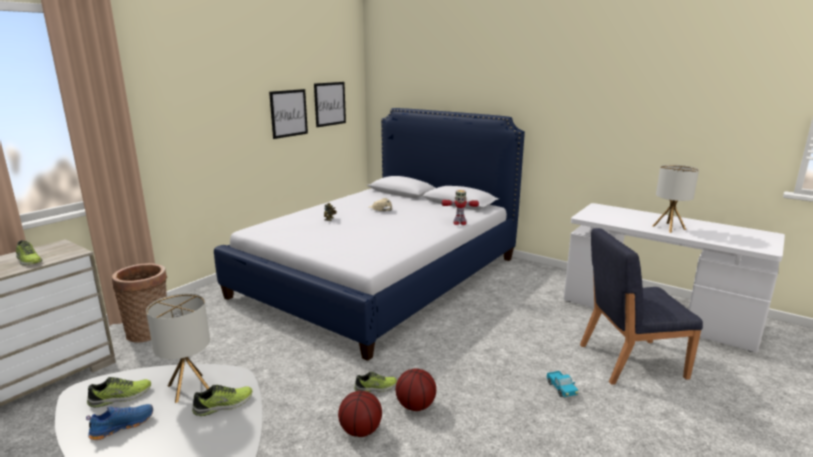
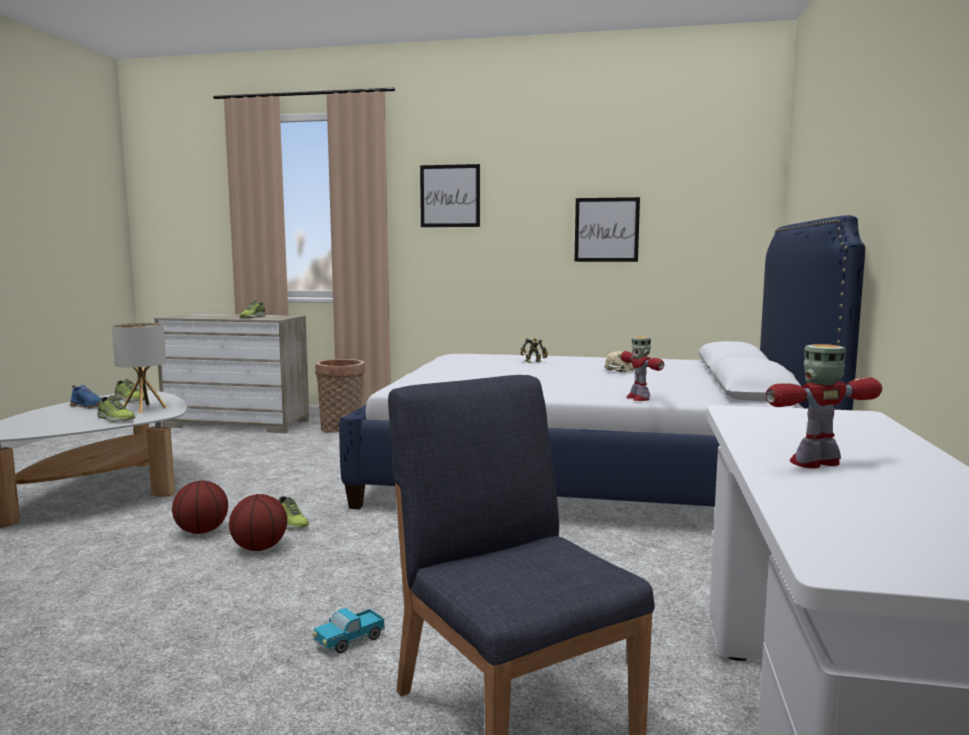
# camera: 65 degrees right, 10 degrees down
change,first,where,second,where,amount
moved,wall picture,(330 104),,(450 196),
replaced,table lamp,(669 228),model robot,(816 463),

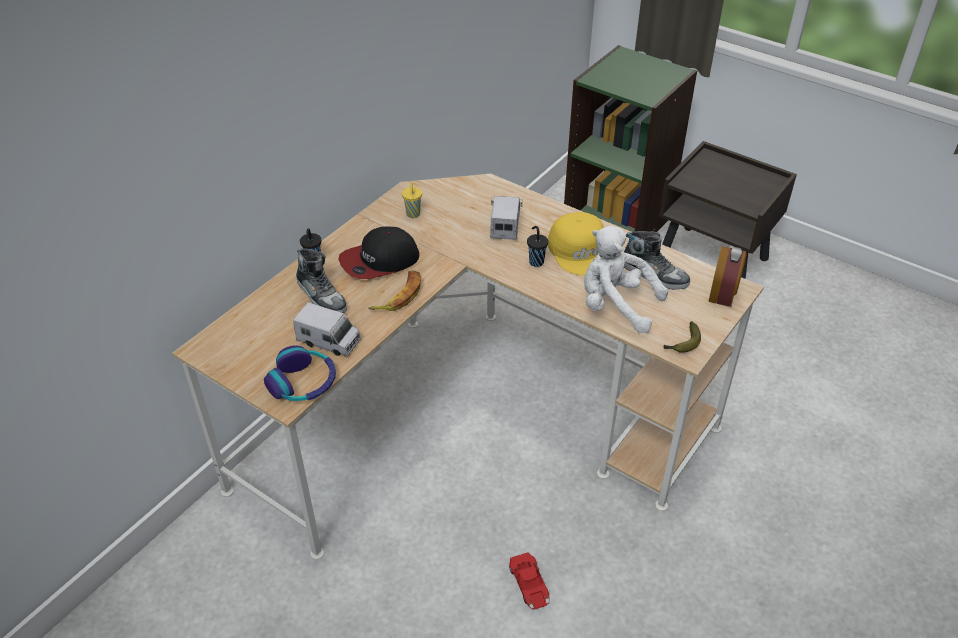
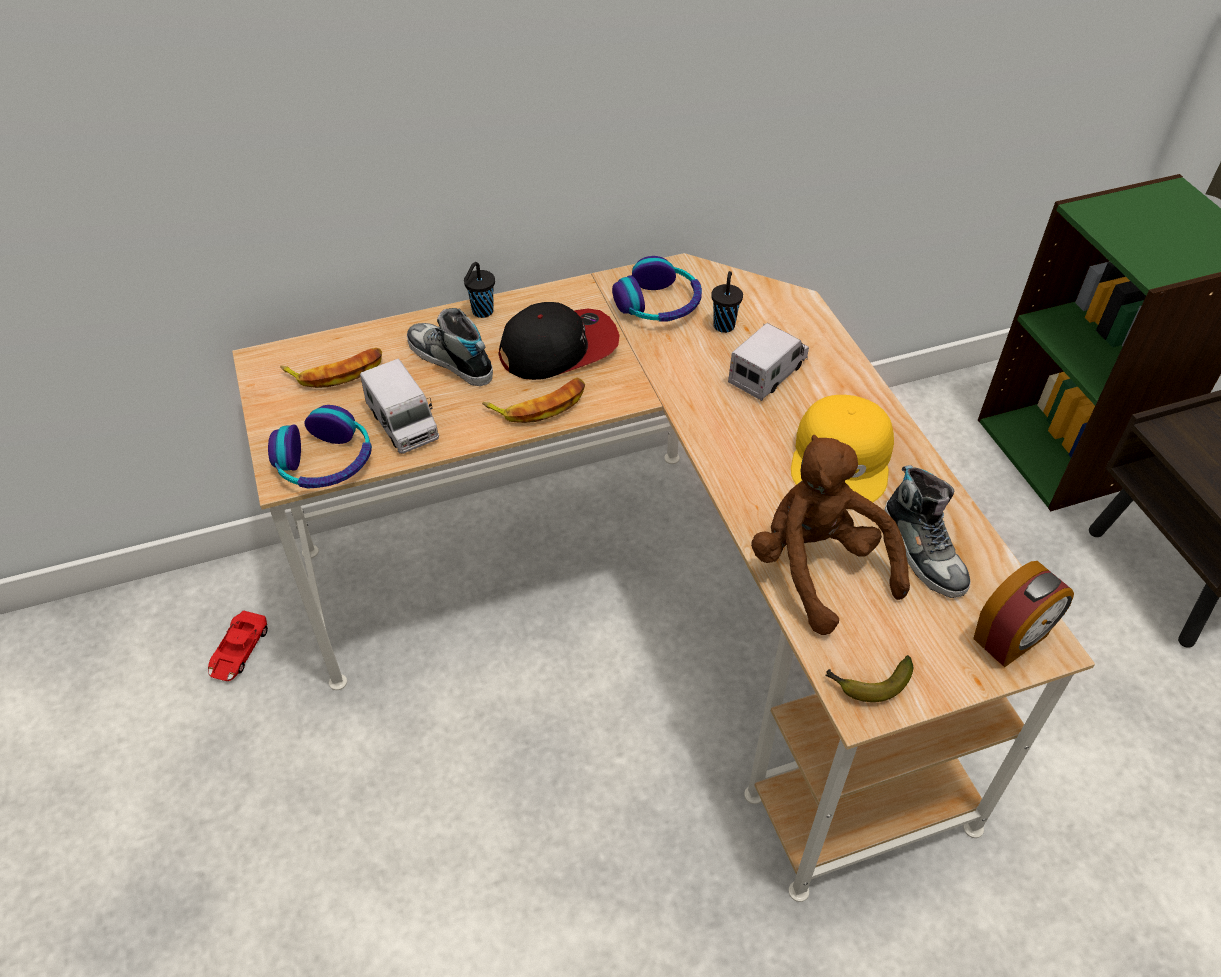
# camera: 35 degrees right, 5 degrees up
change,first,where,second,where,amount
turned,item of footwear,(321 295),,(450 360),135 degrees clockwise
turned,cap,(379 261),,(559 347),150 degrees clockwise
replaced,yellow-coloured cup,(413 214),headphones,(658 304),
moved,red toy car,(529 584),,(238 651),
moved,black-coloured cup,(536 261),,(724 325),
recoloured,whitish cuddly toy,(615 305),brownish cuddly toy,(818 568),
added,,,banana fruit,(337 372),

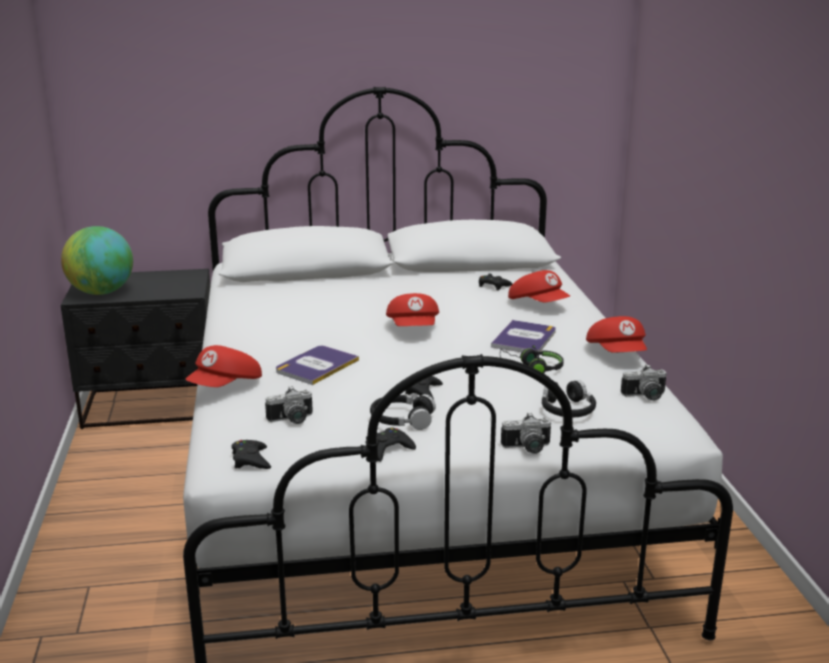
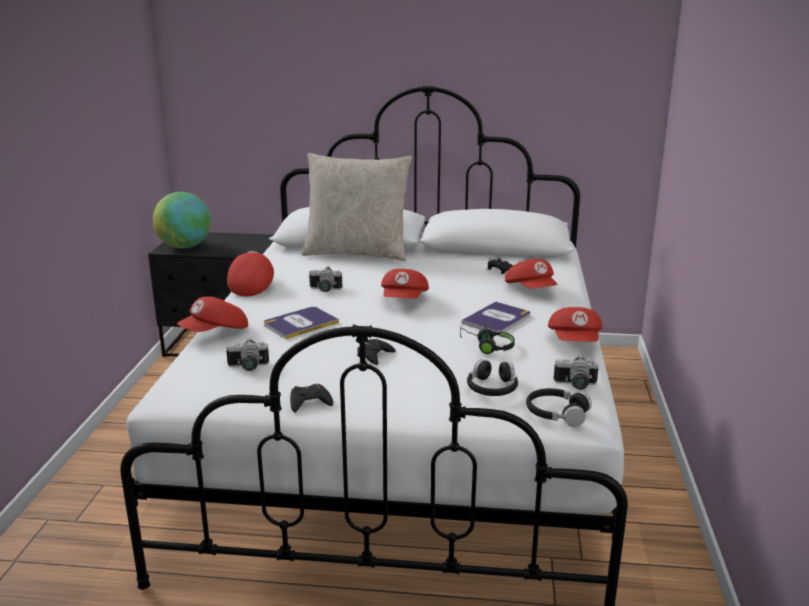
# camera: 15 degrees right, 0 degrees up
change,first,where,second,where,amount
removed,black-coloured gamepad,(251 460),,,
moved,black-coloured headphones,(402 420),,(556 414),
moved,still camera,(527 449),,(324 290),
added,,,red cap,(251 286),
added,,,sand-coloured throw pillow,(357 253),

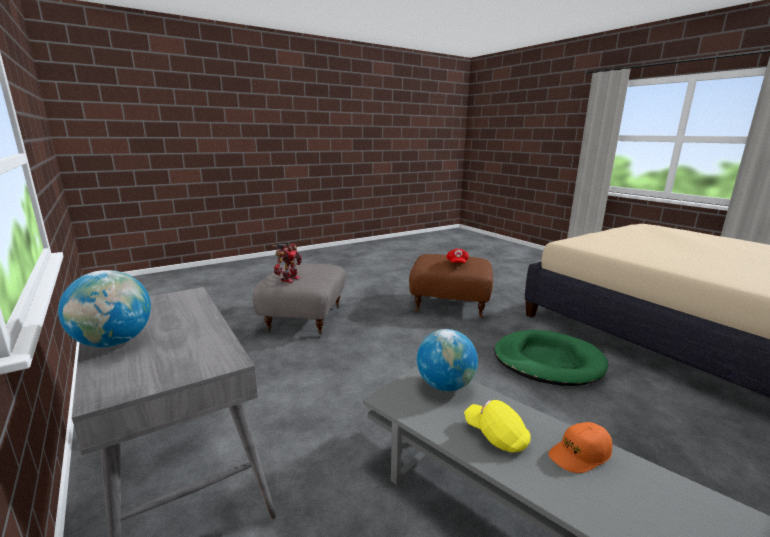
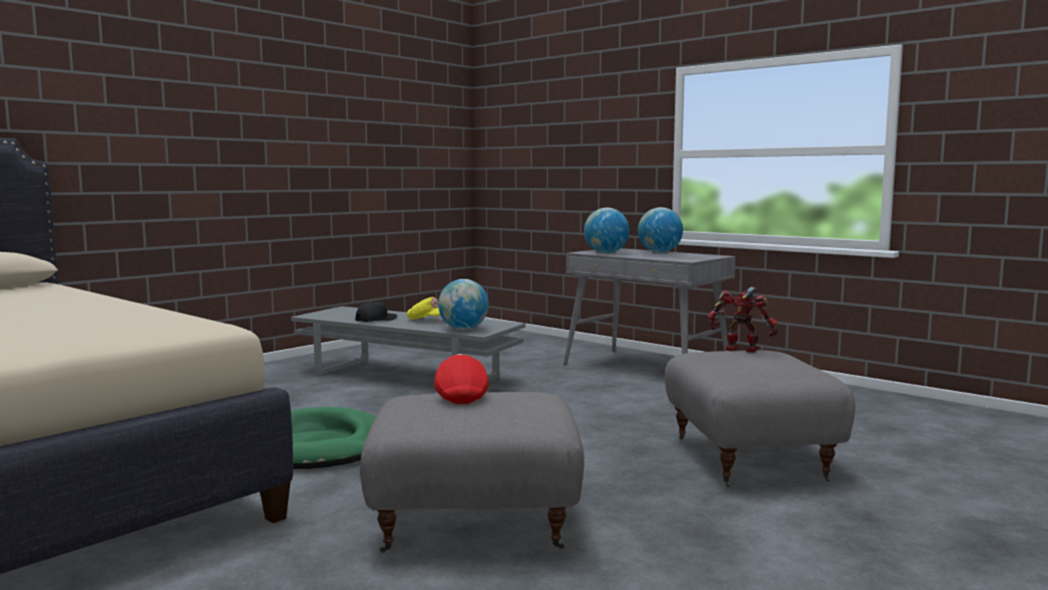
# camera: 165 degrees right, 10 degrees down
change,first,where,second,where,amount
turned,model robot,(289 279),,(741 350),105 degrees clockwise
recoloured,brownish ottoman,(450 304),grey ottoman,(473 525),
recoloured,orangey cap,(579 454),black-coloured cap,(376 319),
added,,,desk globe,(606 253),

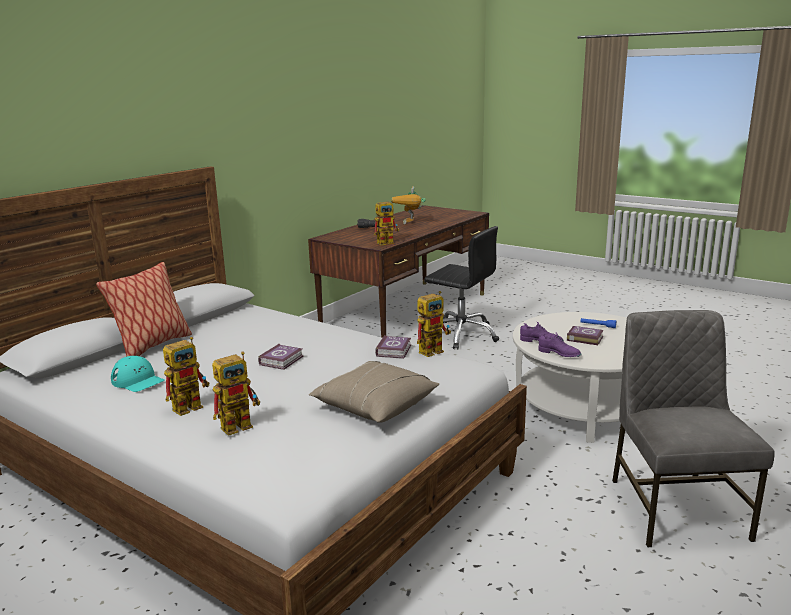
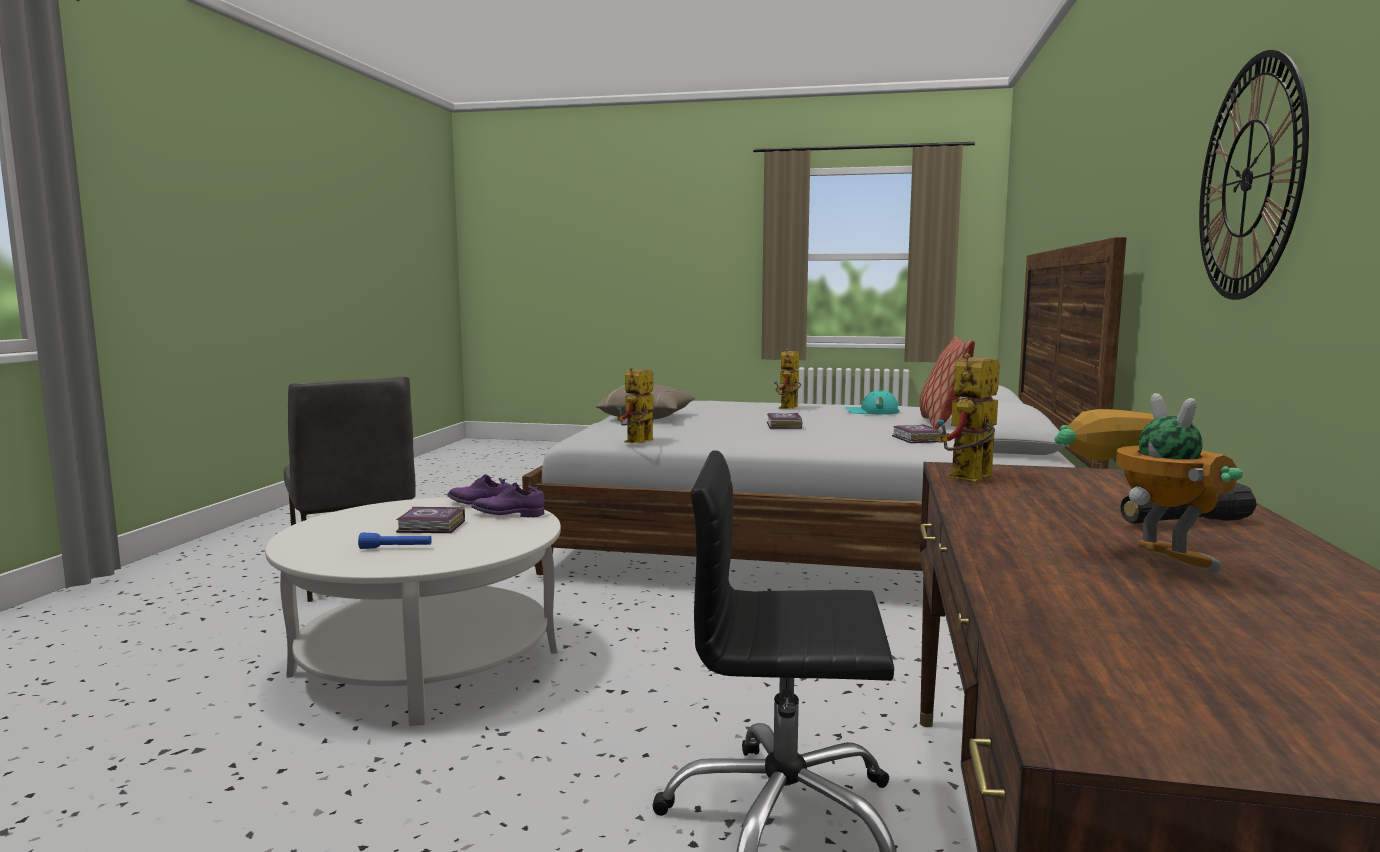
# camera: 155 degrees right, 10 degrees down
change,first,where,second,where,amount
removed,model robot,(241 424),,,
moved,volume,(394 350),,(916 439),
added,,,clock on the wall,(1248 179),

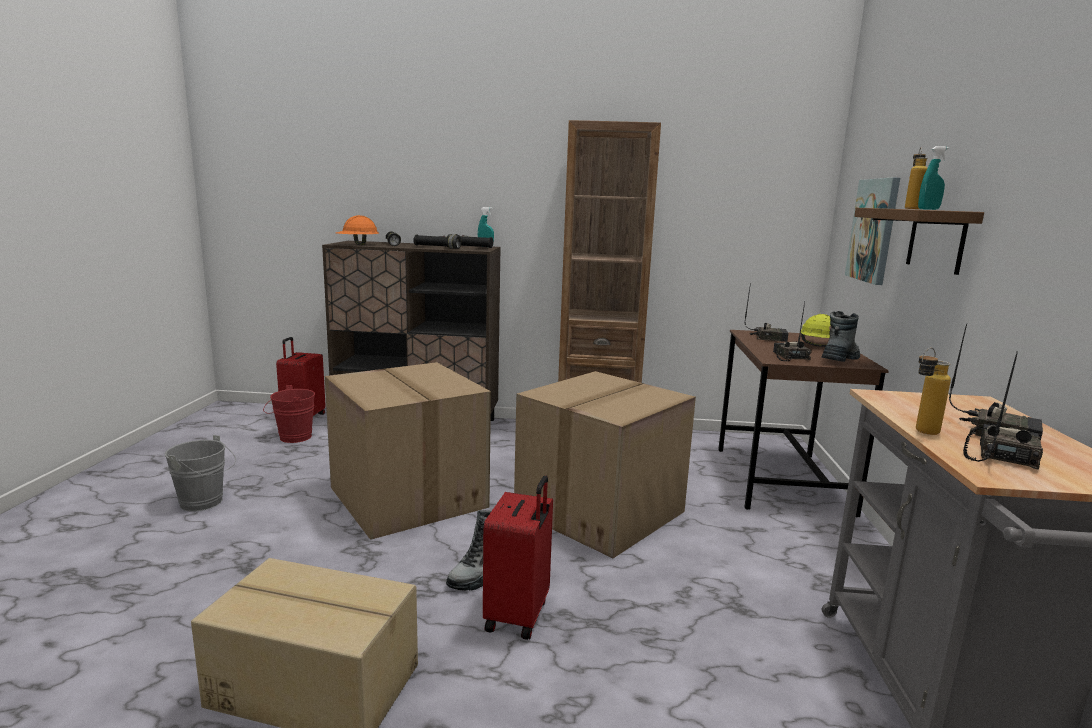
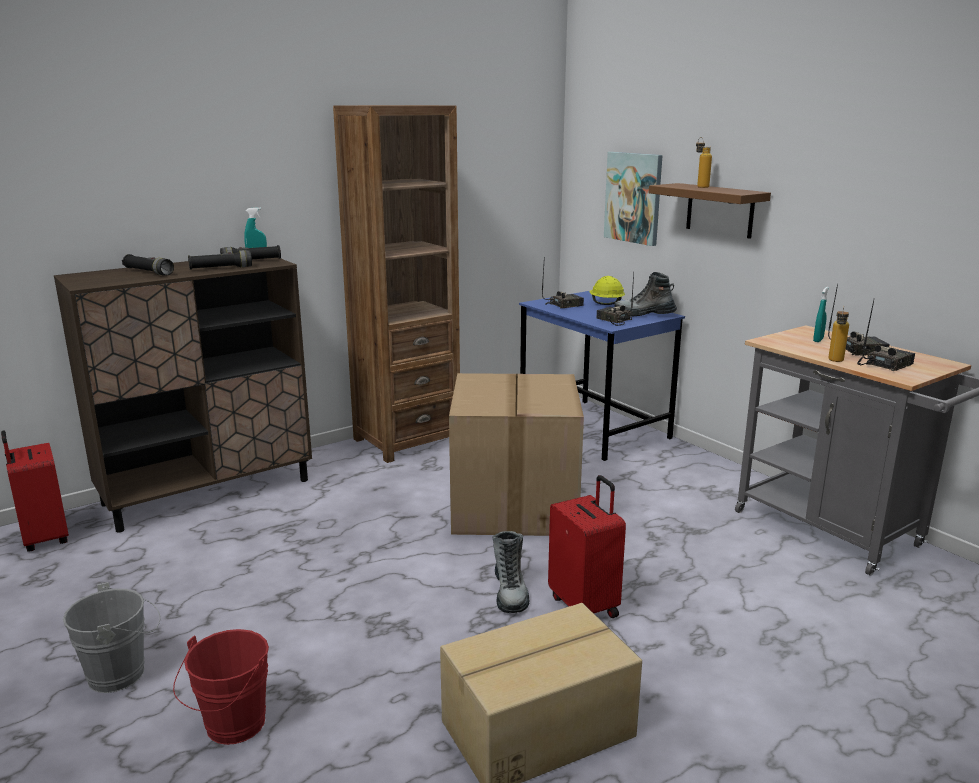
# camera: 40 degrees left, 5 degrees up
change,first,where,second,where,amount
moved,red water bucket,(291 437),,(231 728),
removed,carton,(405 497),,,
removed,orangey safety helmet,(357 244),,,
recoloured,brownish desk table,(782 481),bluish desk table,(594 429),
turned,boot,(839 359),,(644 314),75 degrees counterclockwise
moved,blue-green spray bottle,(928 209),,(818 340),
turned,radio receiver,(1000 455),,(884 364),60 degrees clockwise

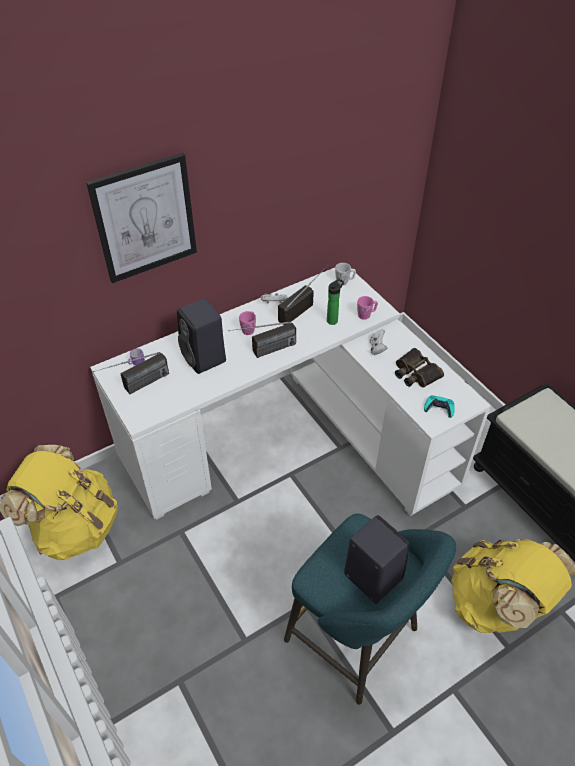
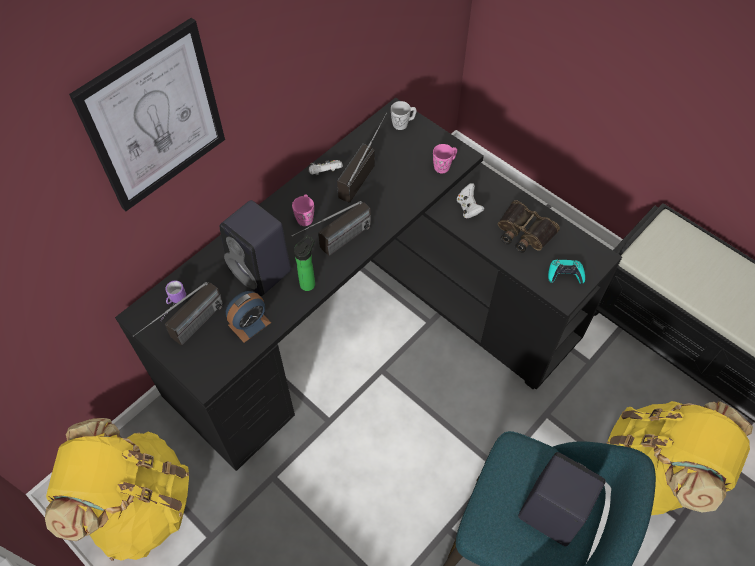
# camera: 15 degrees left, 10 degrees up
change,first,where,second,where,amount
recoloured,whitish desk table,(293 438),black-coloured desk table,(370 323),
moved,drink bottle,(333 320),,(309 282),
added,,,bedside clock,(249 324),

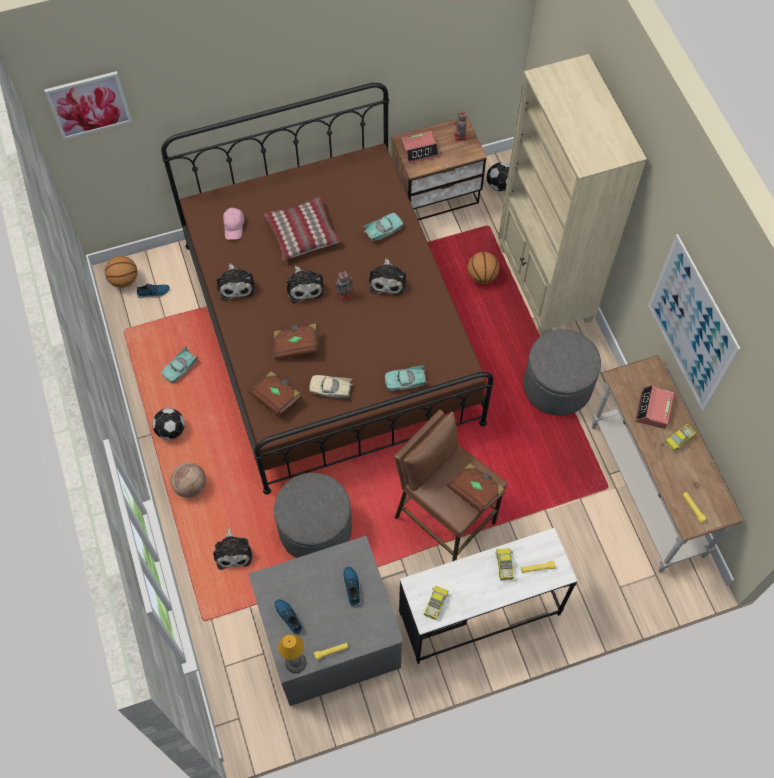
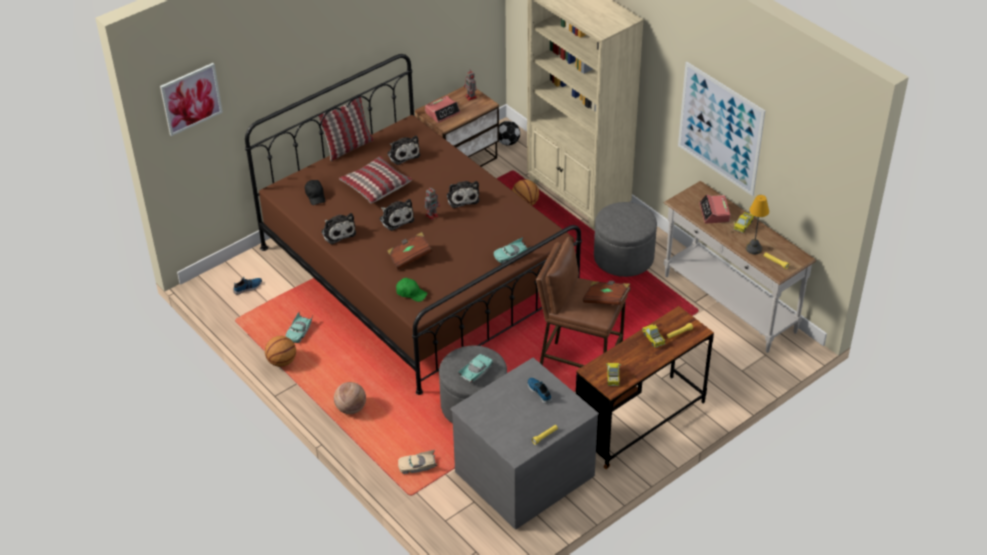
# camera: 20 degrees left, 20 degrees down
change,first,where,second,where,amount
moved,ball for basketball,(124 280),,(282 361),
removed,football ball,(171 430),,,
moved,cuddly toy,(233 551),,(403 154),
recoloured,pink-coloured cap,(234 226),black-coloured cap,(315 196),
replaced,brownish volume,(276 397),green-coloured cap,(411 293),
removed,item of footwear,(289 617),,,
moved,table lamp,(295 662),,(753 248),
moved,sand-coloured toy car,(331 389),,(417 466),
moved,blue-green toy car,(383 230),,(476 372),
recoloured,whitish desk table,(479 614),brownish desk table,(640 421),
added,,,throw pillow,(348 147),

